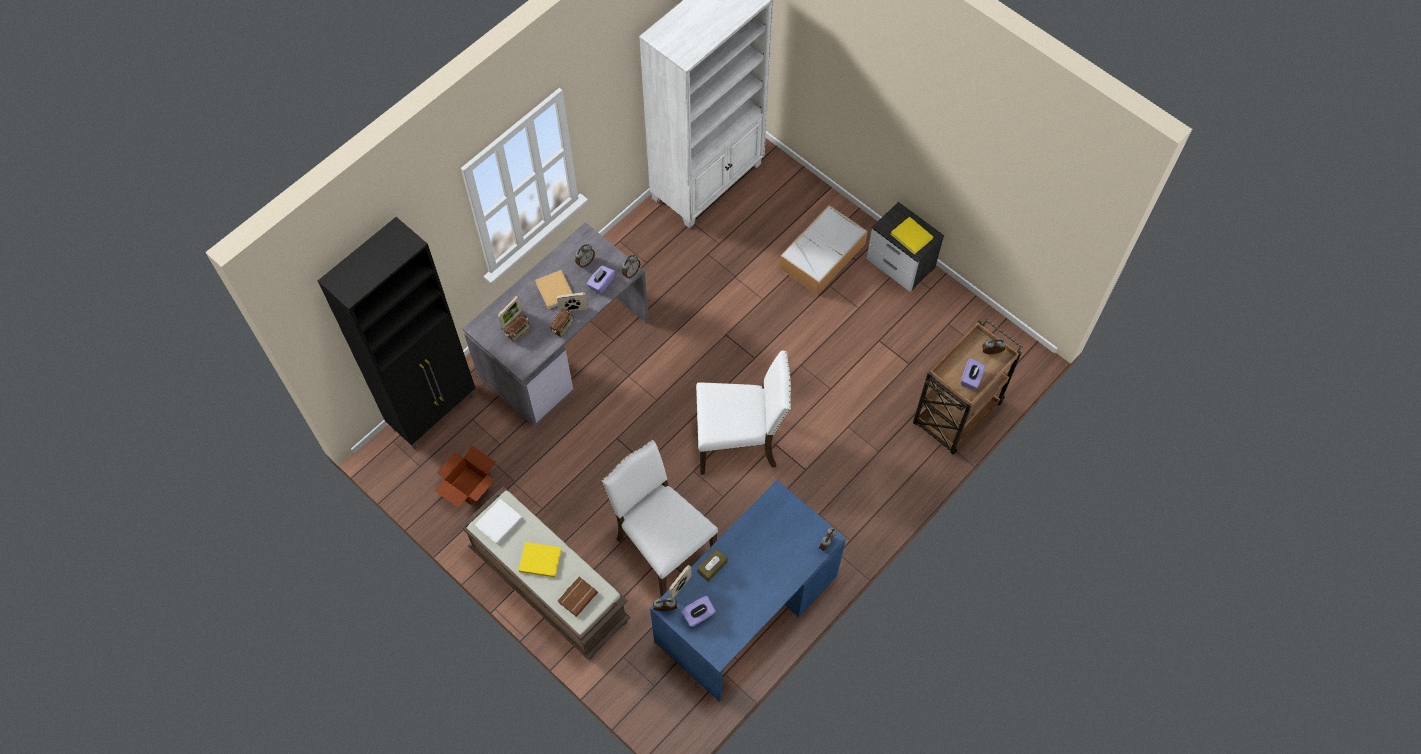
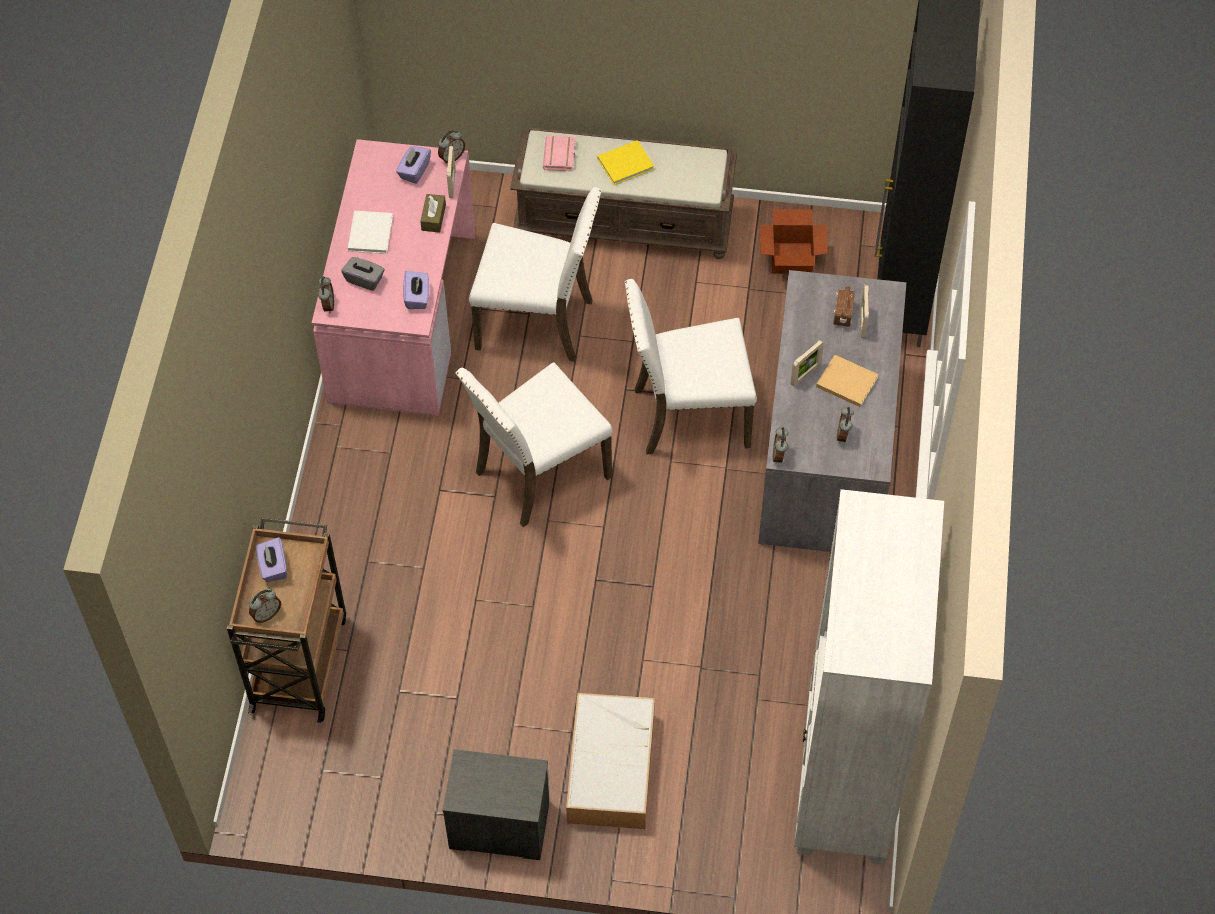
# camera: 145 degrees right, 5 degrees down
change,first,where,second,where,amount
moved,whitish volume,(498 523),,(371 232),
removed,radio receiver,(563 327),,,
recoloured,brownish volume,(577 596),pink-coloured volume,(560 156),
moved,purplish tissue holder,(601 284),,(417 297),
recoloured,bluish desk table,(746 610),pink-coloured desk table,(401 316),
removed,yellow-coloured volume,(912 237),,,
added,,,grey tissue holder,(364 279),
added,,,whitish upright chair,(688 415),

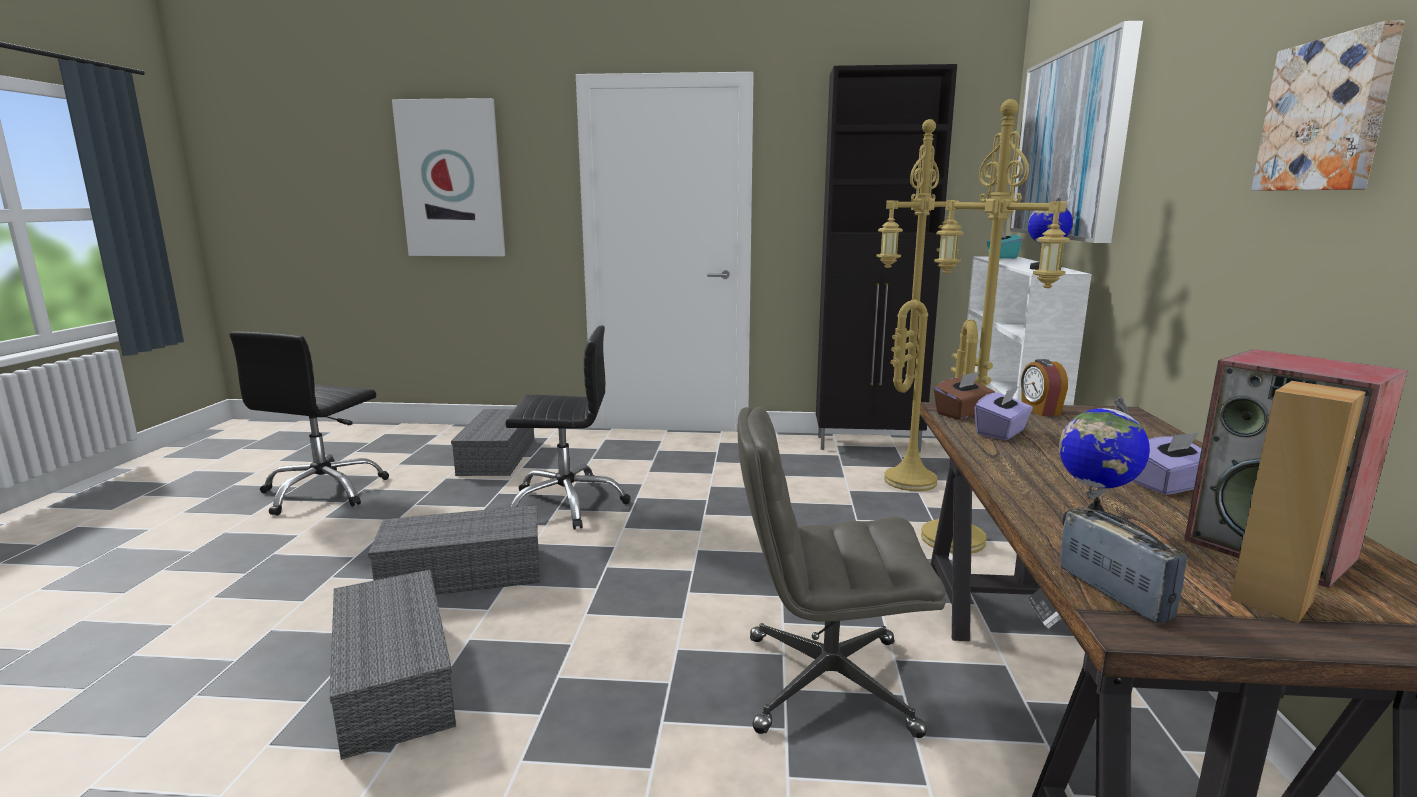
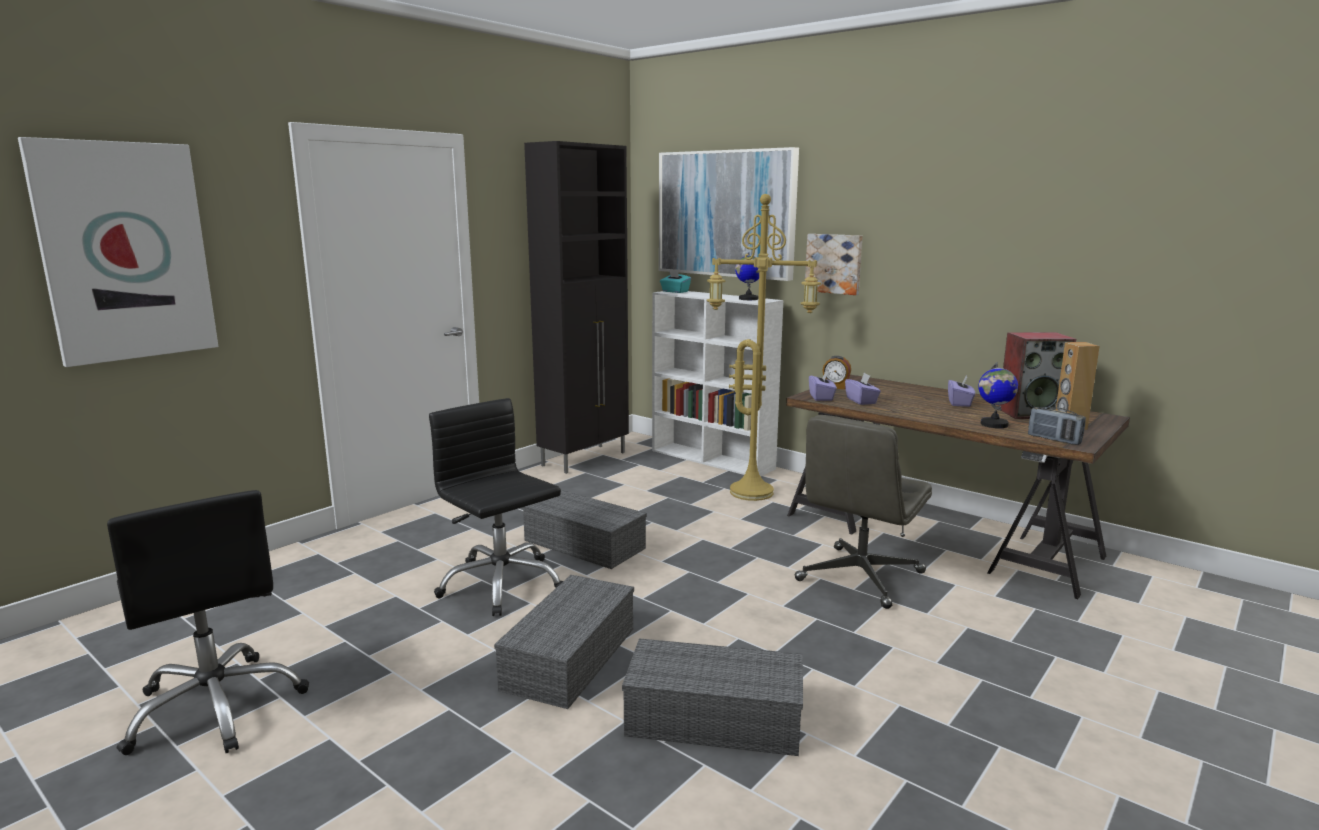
# camera: 55 degrees left, 0 degrees up
change,first,where,second,where,amount
moved,grey storage container,(498 457),,(586 544),
turned,black-coloured desk chair,(566 503),,(501 584),75 degrees counterclockwise
removed,yellow-coloured standing lamp,(908 479),,,
recoloured,brownish tissue holder,(962 414),purplish tissue holder,(821 397),
turned,radio receiver,(1113 593),,(1054 440),150 degrees counterclockwise
moved,wall picture,(1328 115),,(834 263),

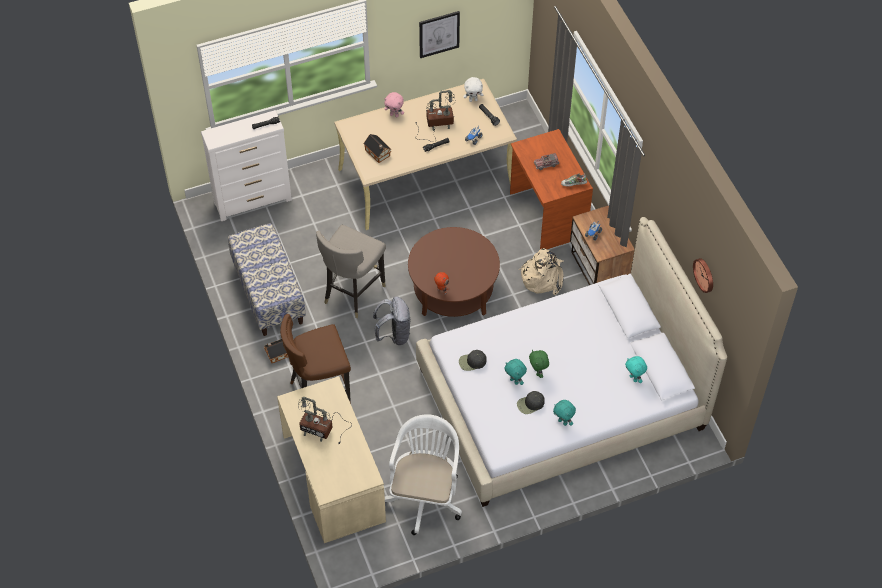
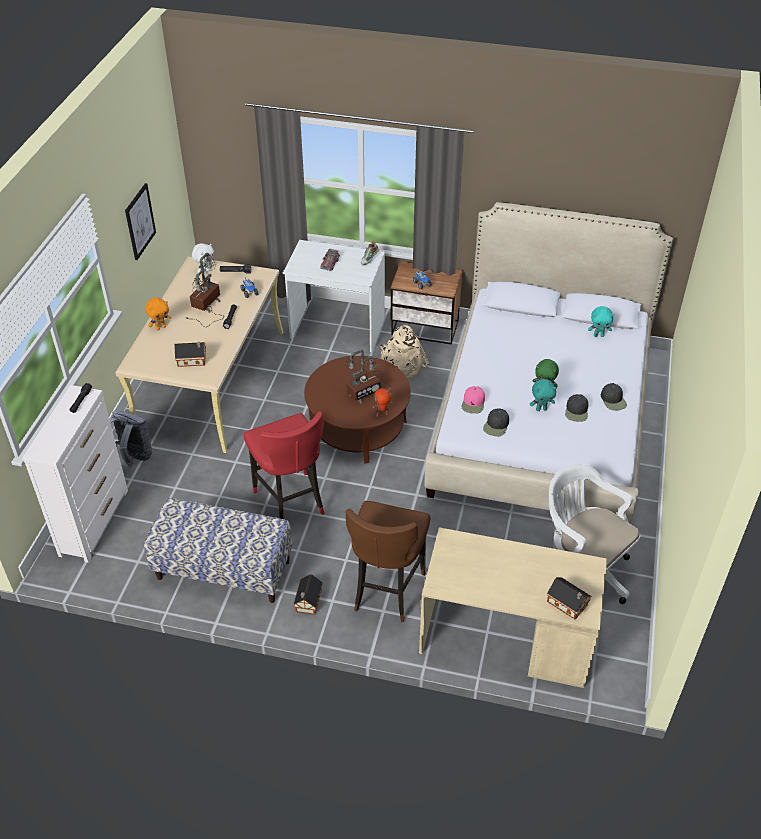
# camera: 55 degrees left, 10 degrees down
change,first,where,second,where,amount
moved,table lamp,(322 429),,(366 390),
recoloured,grey sitting stool,(352 293),red sitting stool,(291 502),
moved,grey rucksack,(394 334),,(133 457),
recoloured,pink-coloured cuddly toy,(394 115),orangey cuddly toy,(160 327),
recoloured,brownish desk table,(547 215),whitish desk table,(337 329),
replaced,blue-green cuddly toy,(563 422),black-coloured cap,(613 400),
removed,clock on the wall,(704 275),,,
added,,,pink-coloured cap,(473 403),
added,,,miniature house,(568 604),

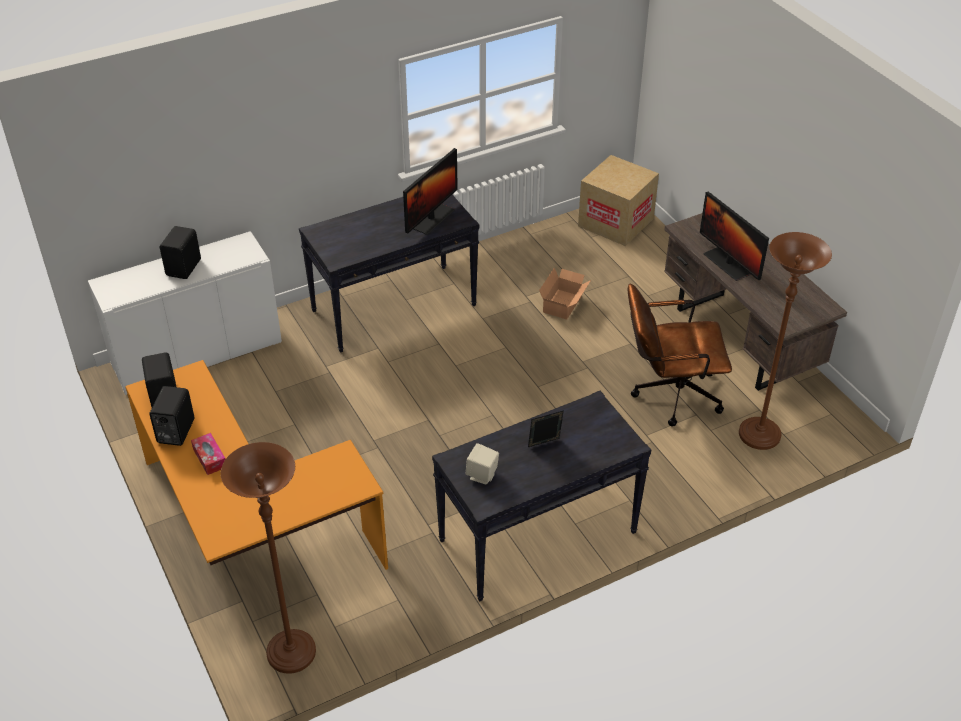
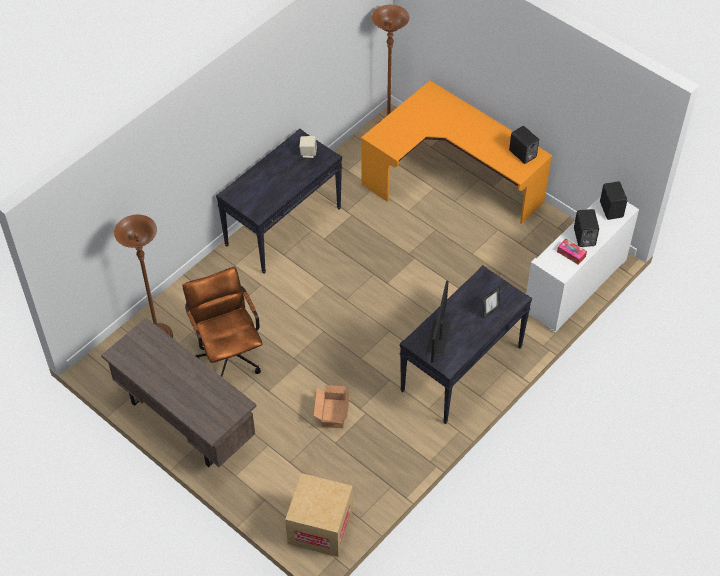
# camera: 160 degrees right, 10 degrees up
change,first,where,second,where,amount
moved,black-coloured loudspeaker,(174 432),,(611 209),
moved,tissue holder,(210 458),,(571 254),
moved,standing frame,(544 444),,(490 311),
turned,brownish desk chair,(669 394),,(228 353),90 degrees counterclockwise
removed,computer display,(728 263),,,

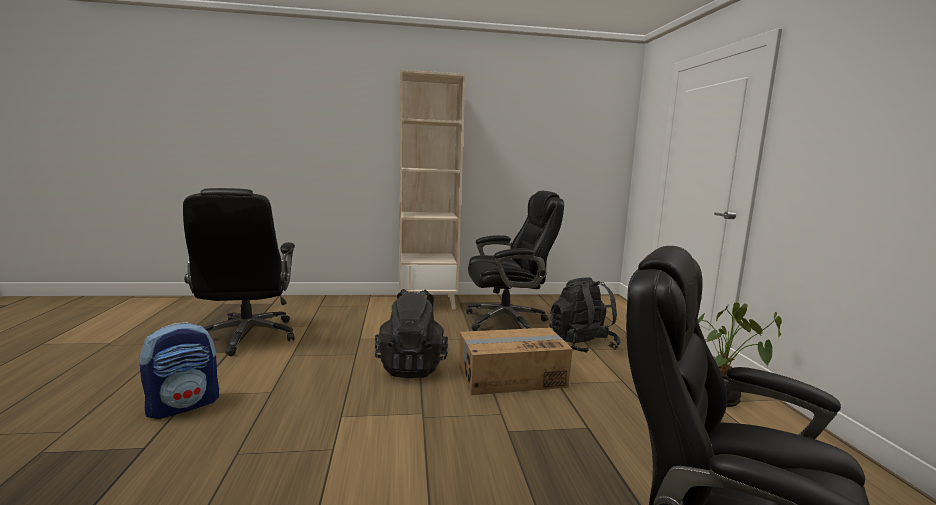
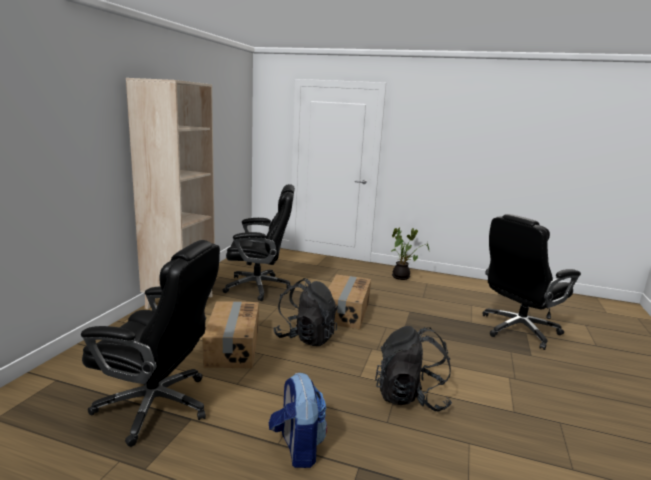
# camera: 65 degrees left, 5 degrees up
change,first,where,second,where,amount
turned,black-coloured desk chair,(507 321),,(259 287),75 degrees clockwise
moved,black-coloured rucksack,(582 344),,(410 397),
added,,,carton,(232 346),

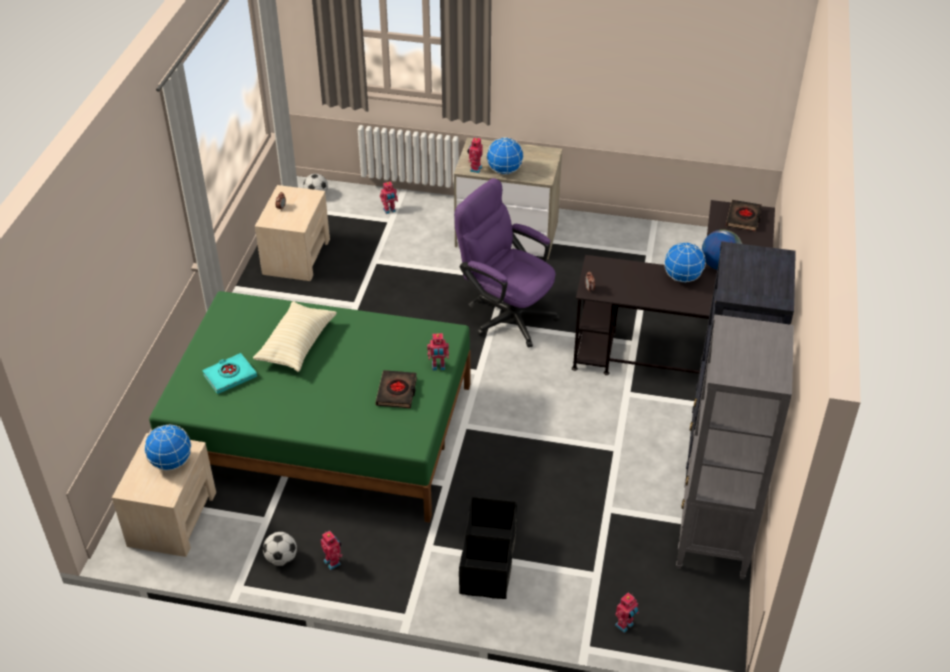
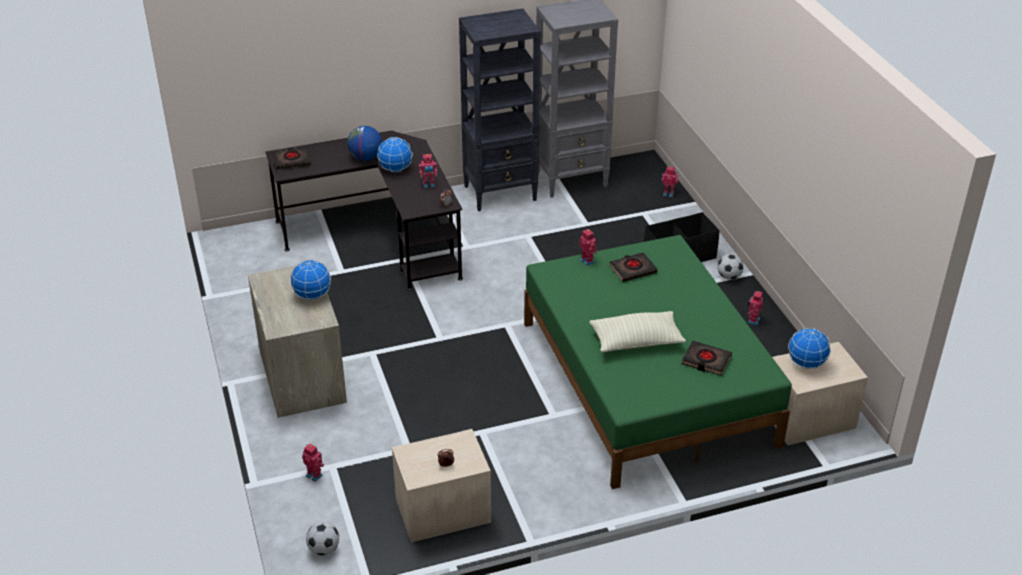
# camera: 120 degrees left, 5 degrees down
change,first,where,second,where,amount
recoloured,blue-green volume,(230 376),black-coloured volume,(706 361),
moved,football ball,(281 559),,(729 277),
removed,purplish desk chair,(506 314),,,
moved,model robot,(475 169),,(428 185),

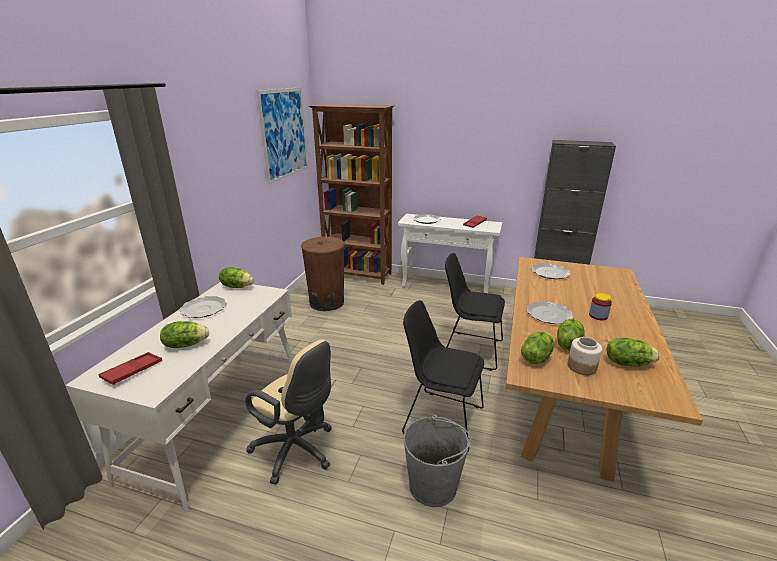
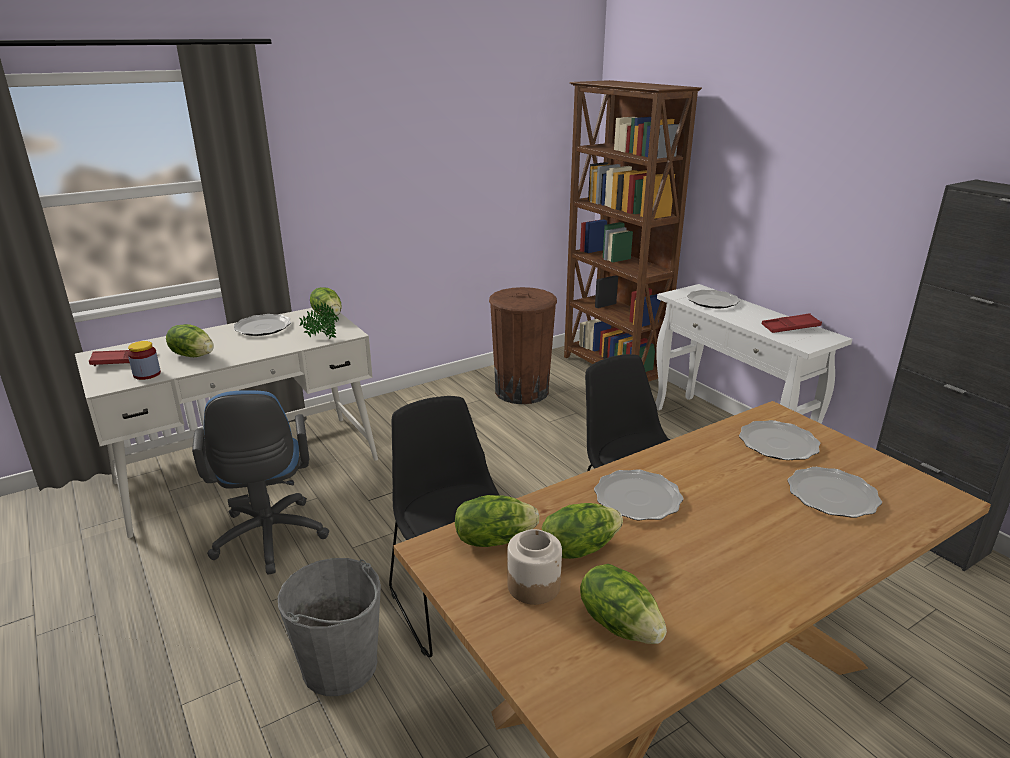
# camera: 40 degrees right, 0 degrees up
change,first,where,second,where,amount
recoloured,sand-coloured desk chair,(297 451),bluish desk chair,(269 541),
removed,wall picture,(284 134),,,
moved,jar,(598 316),,(147 374),
added,,,plant in a pot,(321 337),
added,,,dinner plate,(831 495),

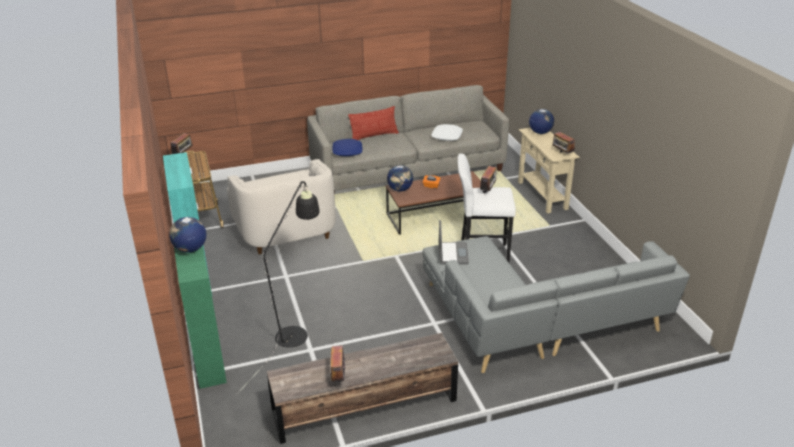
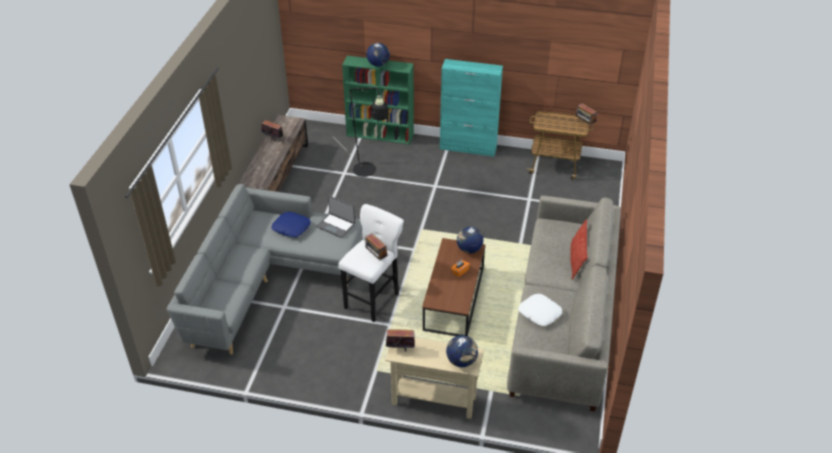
# camera: 120 degrees right, 10 degrees up
change,first,where,second,where,amount
removed,whitish armchair,(285 229),,,
moved,bluish throw pillow,(347 151),,(291 228),

